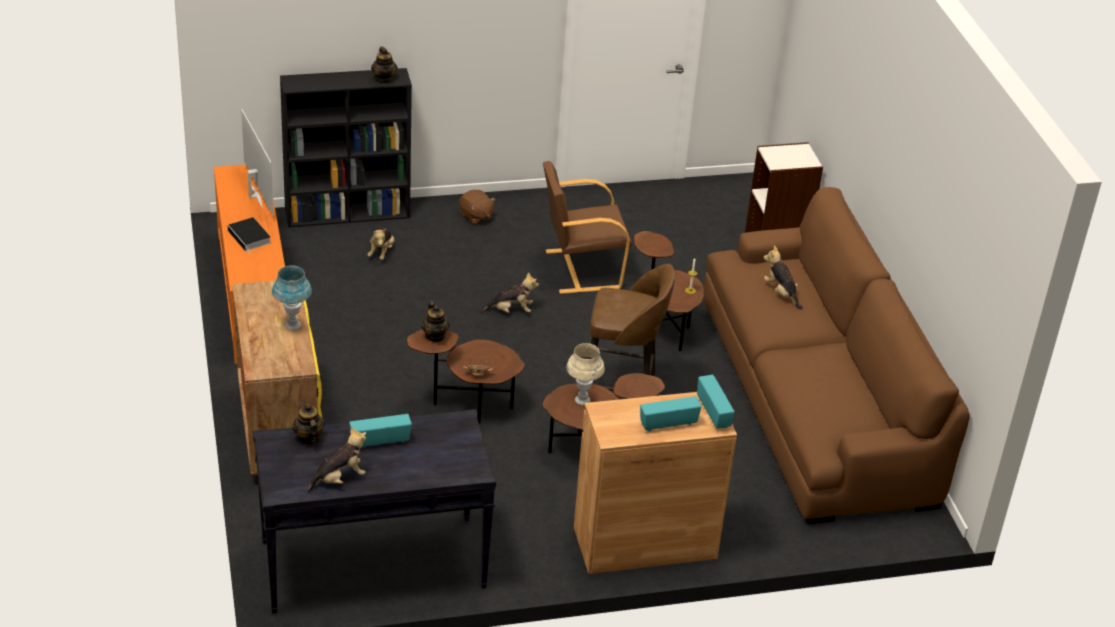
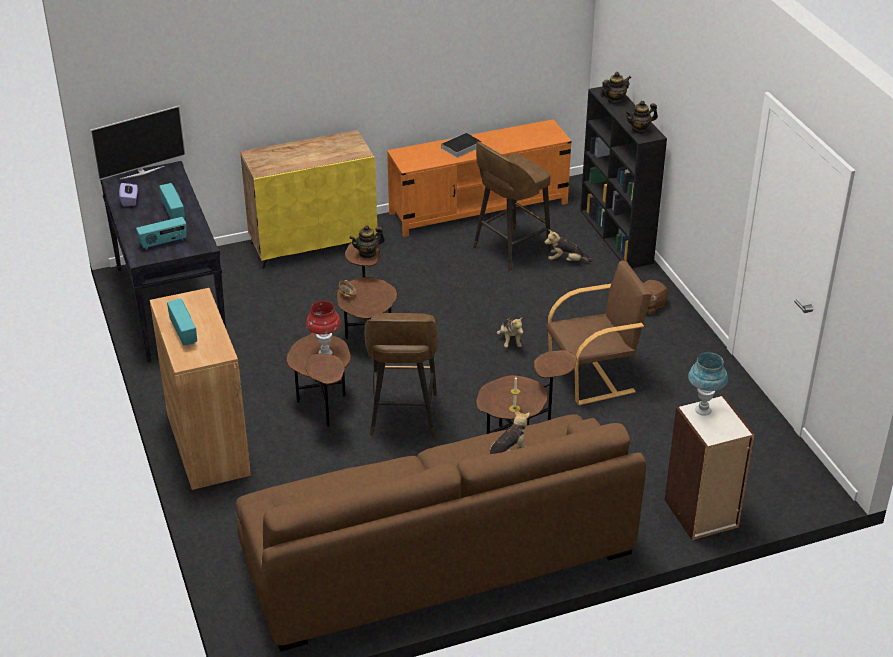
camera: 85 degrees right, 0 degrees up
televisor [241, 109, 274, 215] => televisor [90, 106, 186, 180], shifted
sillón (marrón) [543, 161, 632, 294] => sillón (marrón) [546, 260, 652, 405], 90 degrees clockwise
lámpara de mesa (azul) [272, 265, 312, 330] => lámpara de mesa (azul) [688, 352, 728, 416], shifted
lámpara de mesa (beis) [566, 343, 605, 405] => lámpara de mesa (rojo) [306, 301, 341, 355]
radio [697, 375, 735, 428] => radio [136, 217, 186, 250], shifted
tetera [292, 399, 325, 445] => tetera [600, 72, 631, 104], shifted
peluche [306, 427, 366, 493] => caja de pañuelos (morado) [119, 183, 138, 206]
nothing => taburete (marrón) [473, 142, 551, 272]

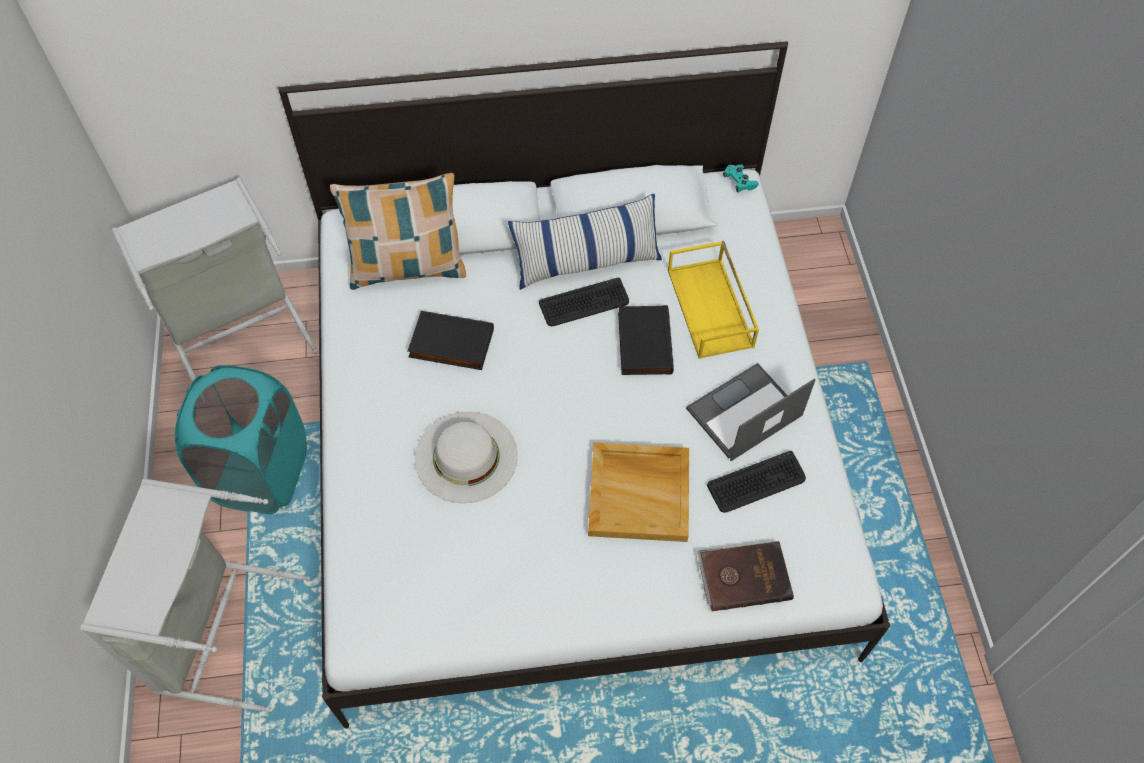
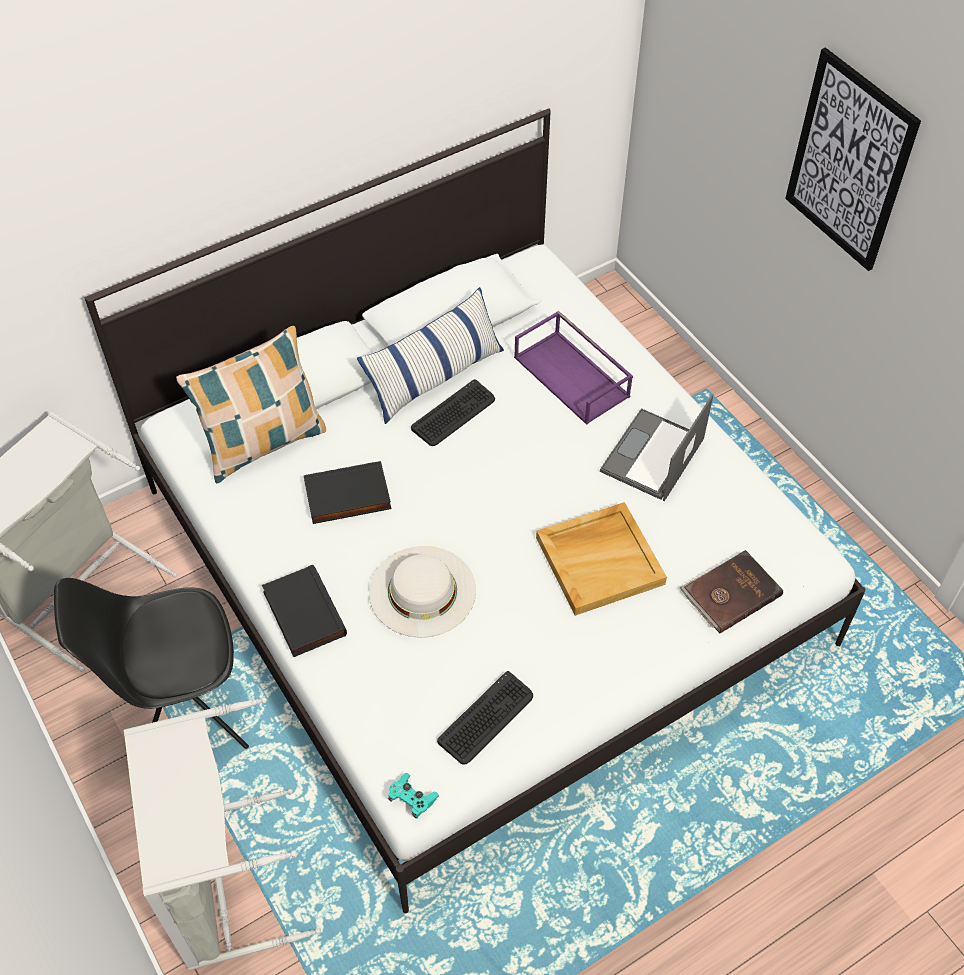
camera: 25 degrees left, 5 degrees down
mando de consola (turquesa) [723, 164, 759, 193] => mando de consola (turquesa) [388, 773, 439, 819], shifted
bandeja (amarillo) [668, 241, 759, 359] => bandeja (morado) [514, 311, 633, 425]
libro (negro) [618, 305, 674, 375] => libro (negro) [262, 565, 347, 657], shifted
cesto de la ropa (turquesa) [175, 365, 307, 514] => silla (negro) [54, 578, 249, 749]
teclado [707, 451, 806, 513] => teclado [437, 671, 533, 765], shifted
nothing => cuadro [785, 48, 921, 271]

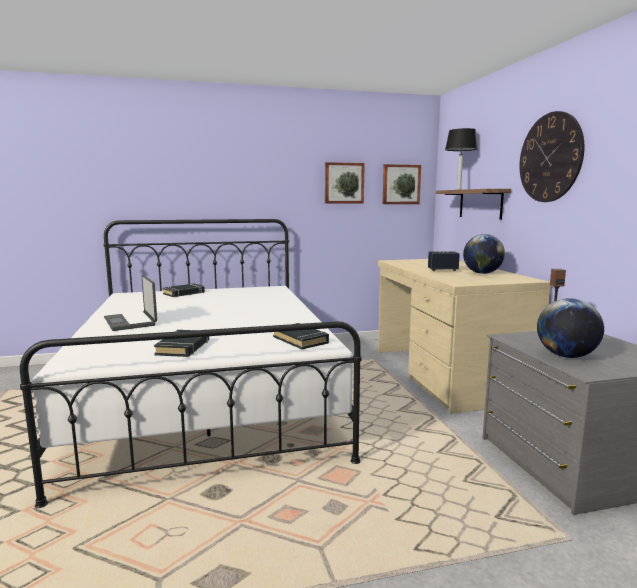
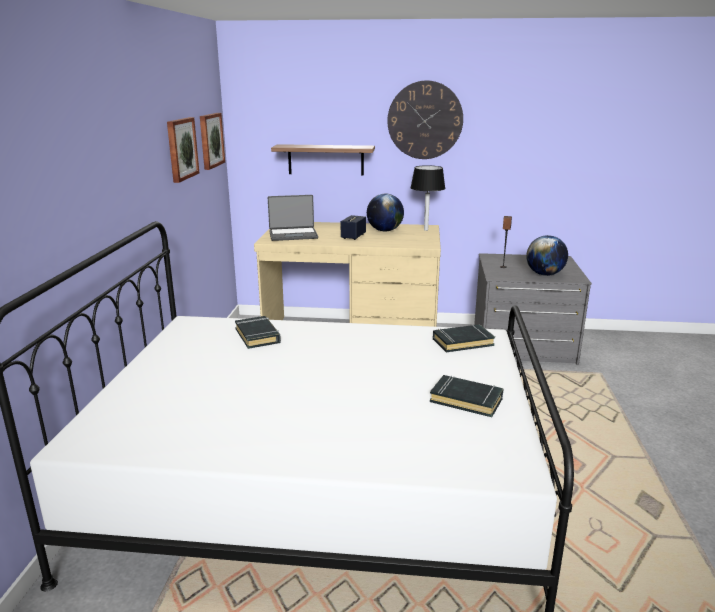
camera: 70 degrees left, 10 degrees up
lámpara de mesa (negro) [445, 128, 478, 190] => lámpara de mesa (negro) [410, 165, 445, 231], shifted
portátil [104, 275, 157, 331] => portátil [268, 195, 318, 241], shifted
libro (negro) [163, 284, 205, 297] => libro (negro) [235, 316, 281, 349], shifted

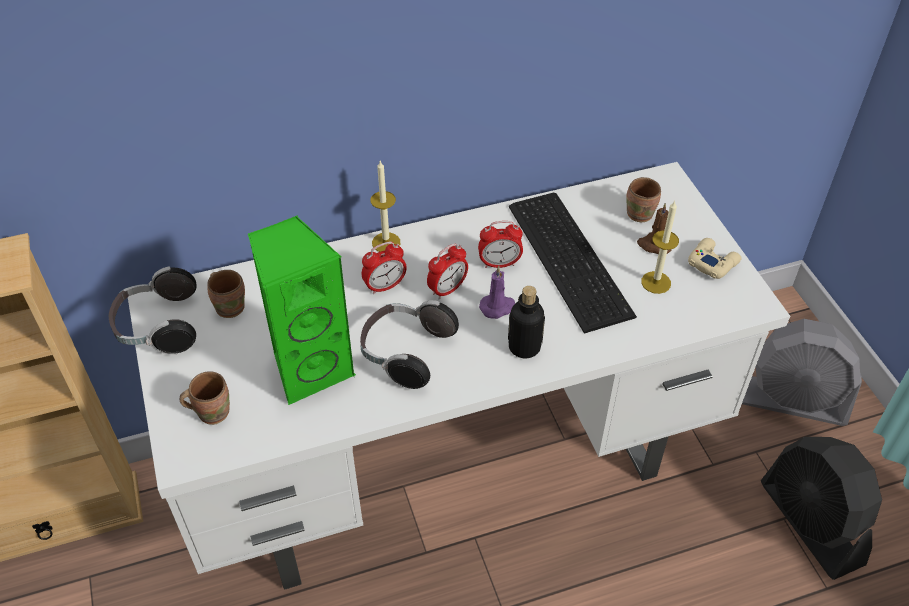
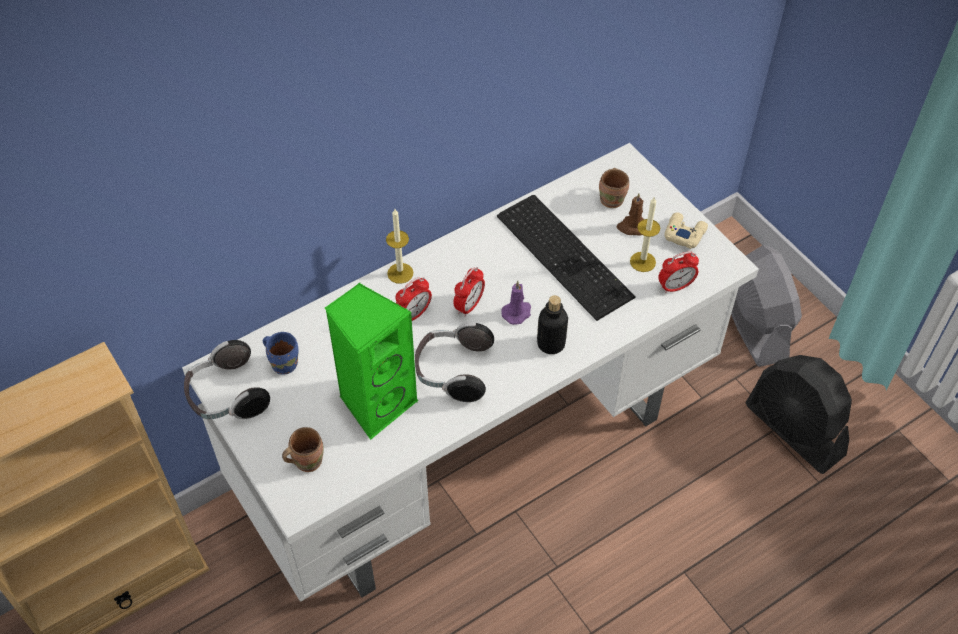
camera: 15 degrees left, 5 degrees up
despertador [478, 221, 523, 268] => despertador [658, 251, 699, 294], shifted
taza grande (marrón) [207, 270, 245, 318] => taza grande (azul) [263, 332, 298, 375]
ventilador (gris) [742, 319, 862, 426] => ventilador (gris) [731, 245, 802, 367], 105 degrees counterclockwise

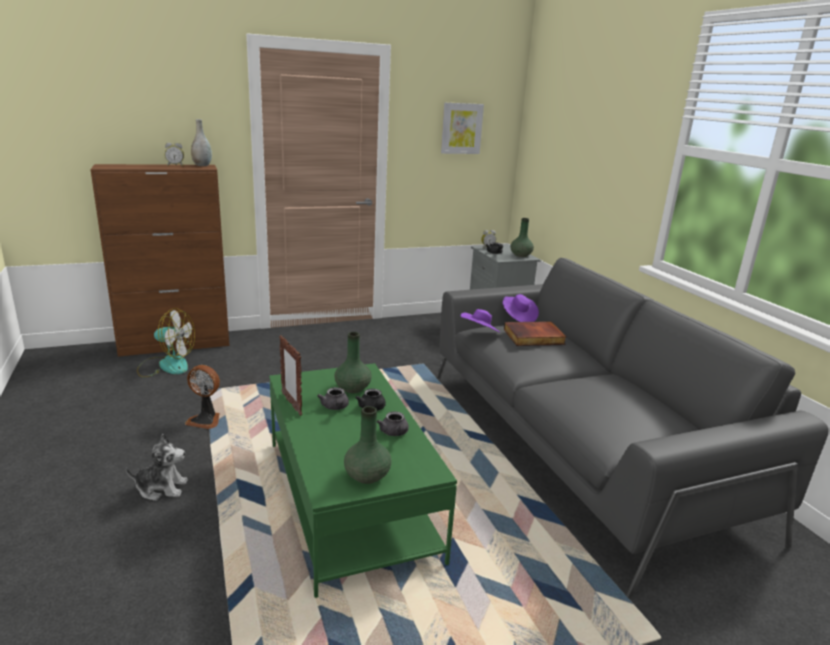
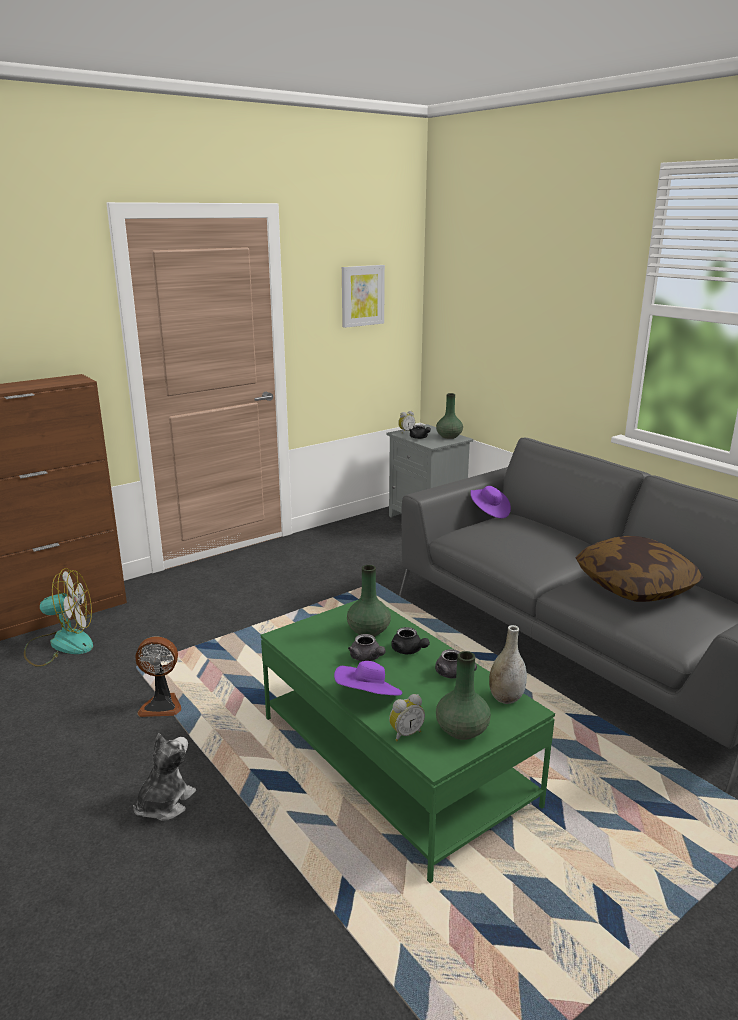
camera: 15 degrees left, 0 degrees up
florero (gris) [191, 119, 212, 166] => florero (gris) [489, 625, 527, 704], shifted
despertador [165, 143, 184, 166] => despertador [389, 694, 425, 741], shifted
sombrero (morado) [460, 309, 501, 333] => sombrero (morado) [334, 661, 402, 695], shifted
libro [504, 321, 566, 346] => nothing
portarretratos [279, 335, 302, 416] => nothing
peluche [126, 434, 188, 501] => peluche [133, 733, 196, 821], 45 degrees counterclockwise
nothing => cojín [576, 536, 703, 602]

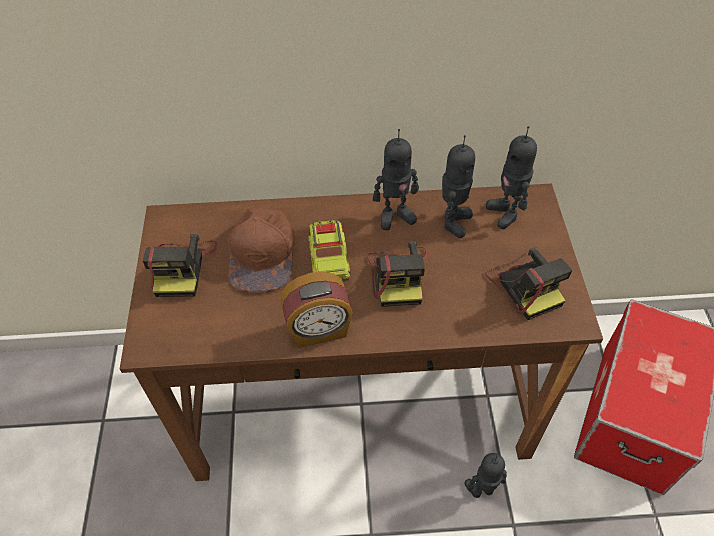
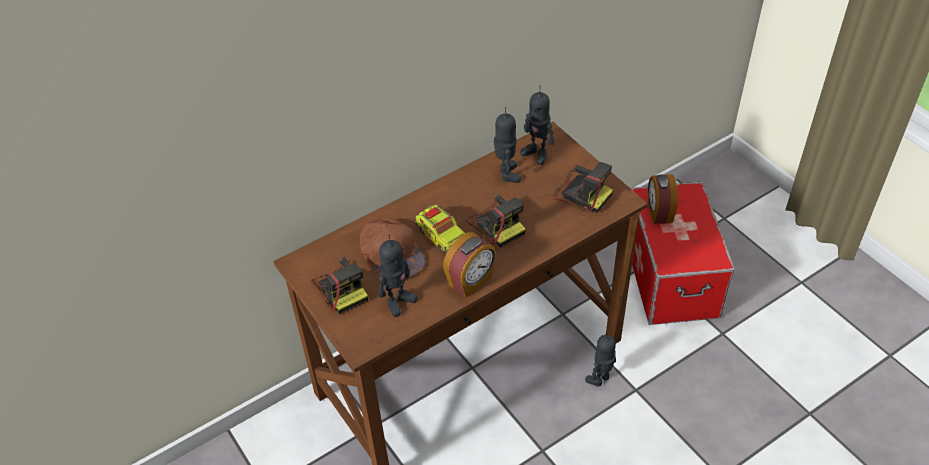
camera: 30 degrees left, 5 degrees down
robot de juguete [373, 129, 419, 230] => robot de juguete [379, 235, 418, 317], shifted
nothing => despertador [648, 174, 678, 224]

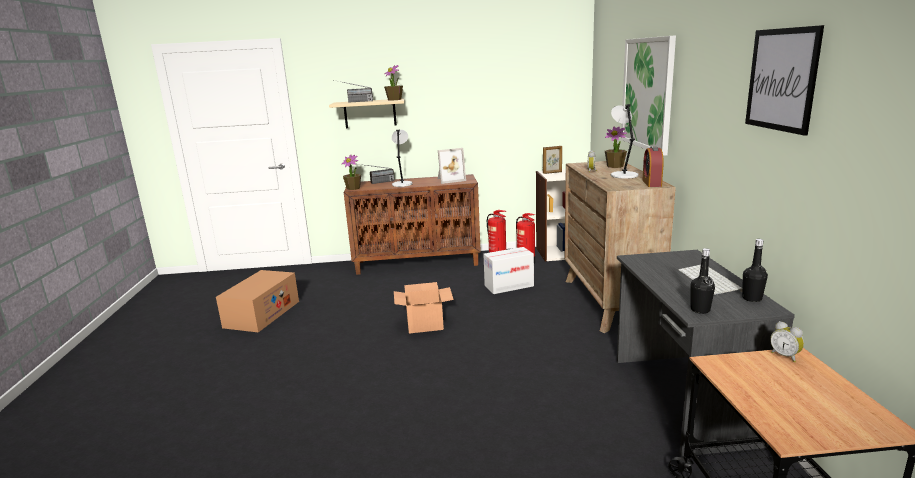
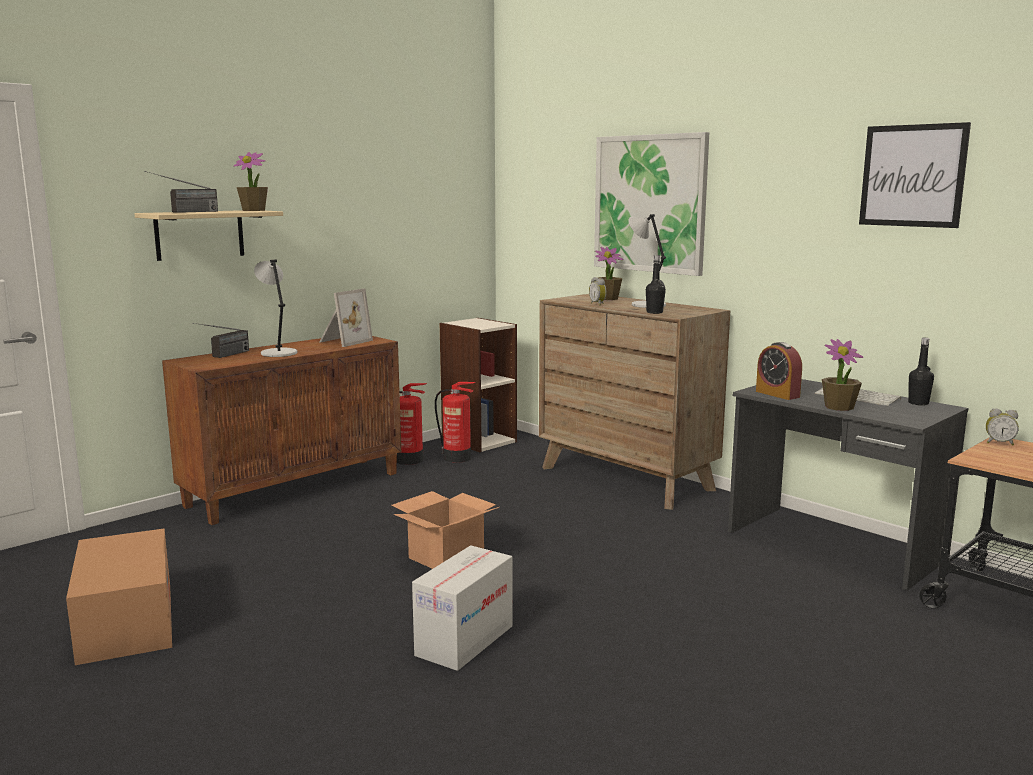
camera: 40 degrees left, 5 degrees down
portarretratos [543, 146, 562, 174] => nothing
despertador [642, 146, 664, 187] => despertador [756, 342, 802, 400], shifted
planta en maceta [342, 155, 361, 190] => planta en maceta [822, 339, 863, 411], shifted
caja de cartón [483, 247, 534, 294] => caja de cartón [412, 545, 513, 671], shifted
botella (negro) [690, 248, 715, 314] => botella (negro) [646, 255, 666, 314], shifted

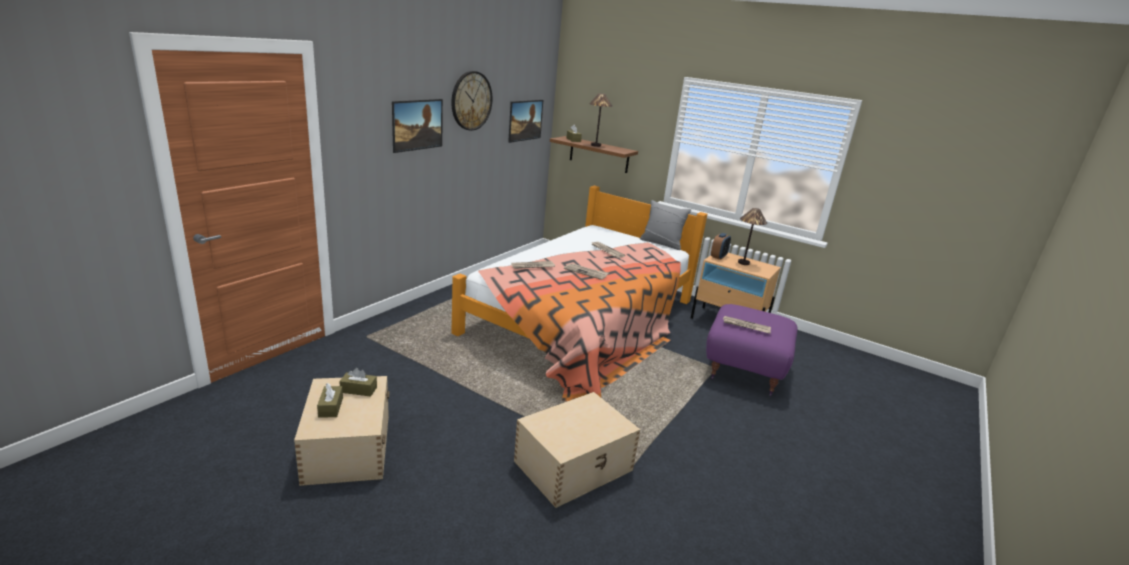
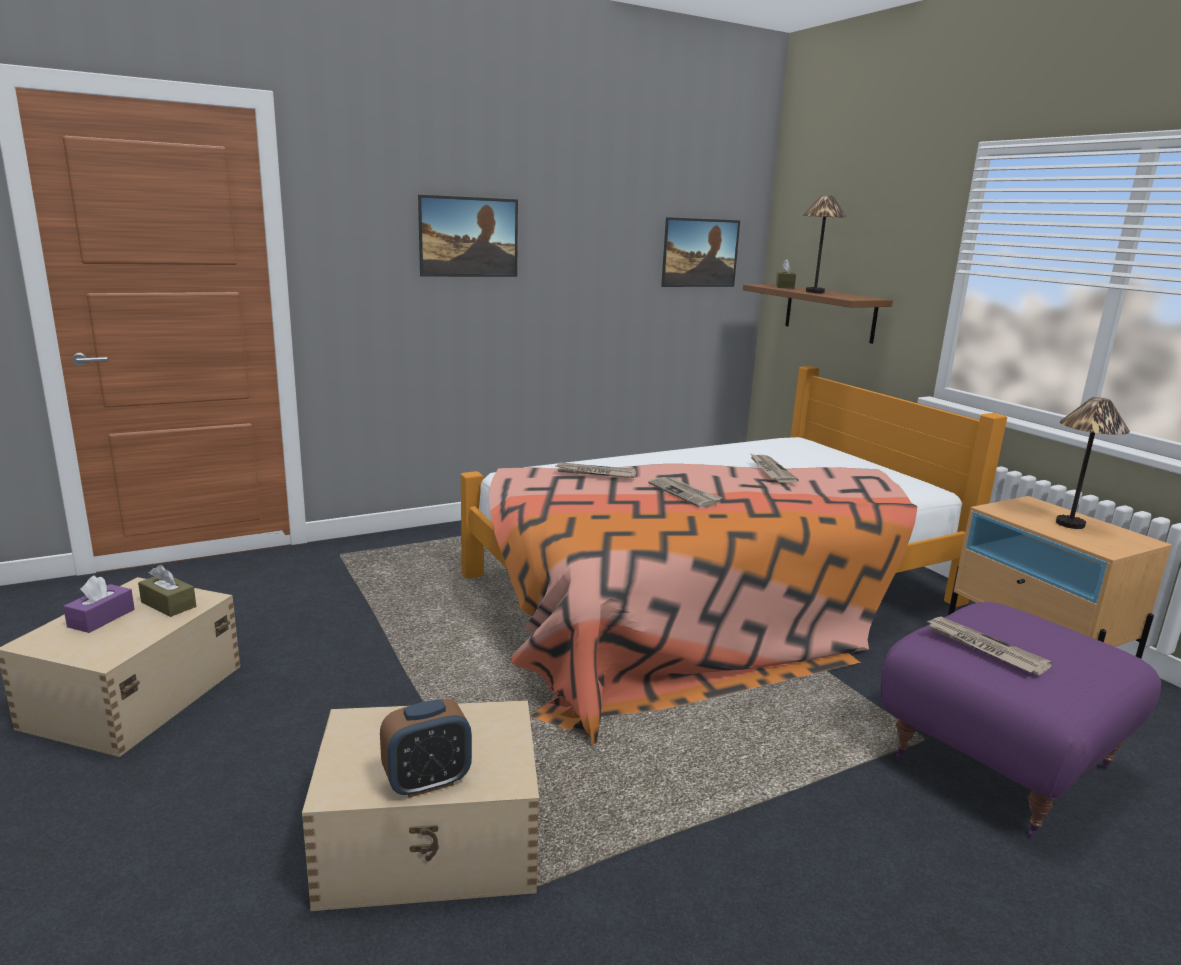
camera: 30 degrees right, 5 degrees down
reloj de pared [451, 71, 492, 131] => nothing
cojín (gris) [640, 200, 691, 250] => nothing
despertador [711, 233, 731, 260] => despertador [380, 699, 472, 798], shifted
caja de pañuelos (marrón) [317, 383, 343, 418] => caja de pañuelos (morado) [63, 575, 135, 633]

